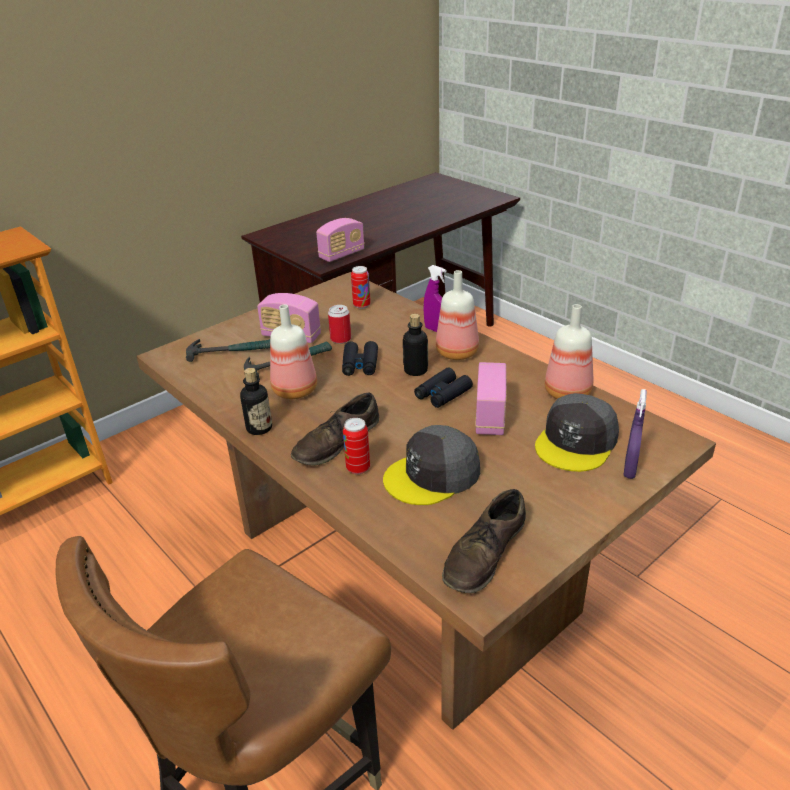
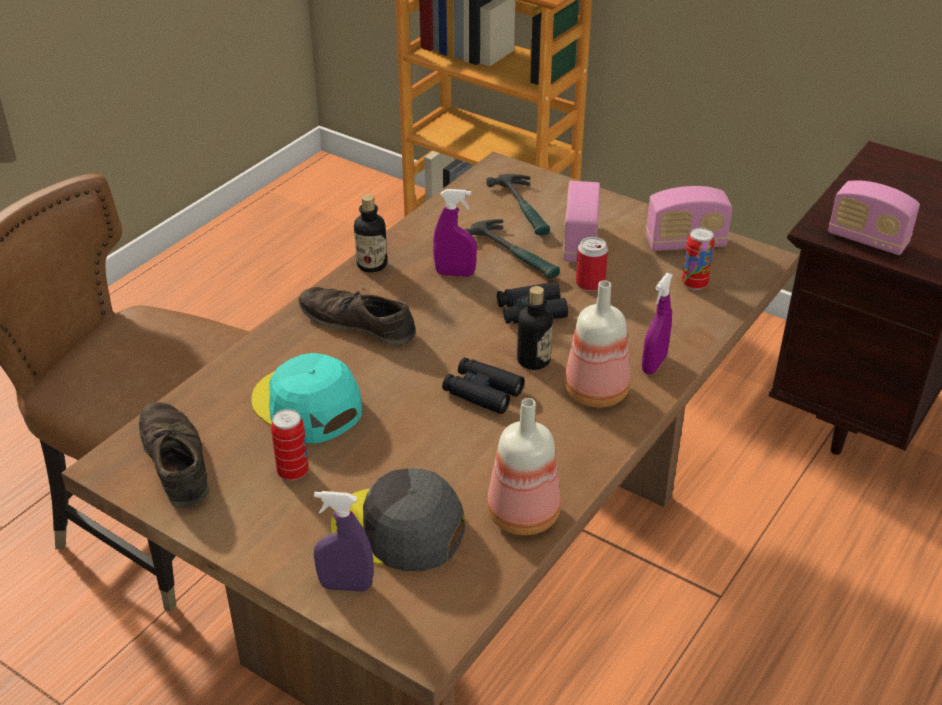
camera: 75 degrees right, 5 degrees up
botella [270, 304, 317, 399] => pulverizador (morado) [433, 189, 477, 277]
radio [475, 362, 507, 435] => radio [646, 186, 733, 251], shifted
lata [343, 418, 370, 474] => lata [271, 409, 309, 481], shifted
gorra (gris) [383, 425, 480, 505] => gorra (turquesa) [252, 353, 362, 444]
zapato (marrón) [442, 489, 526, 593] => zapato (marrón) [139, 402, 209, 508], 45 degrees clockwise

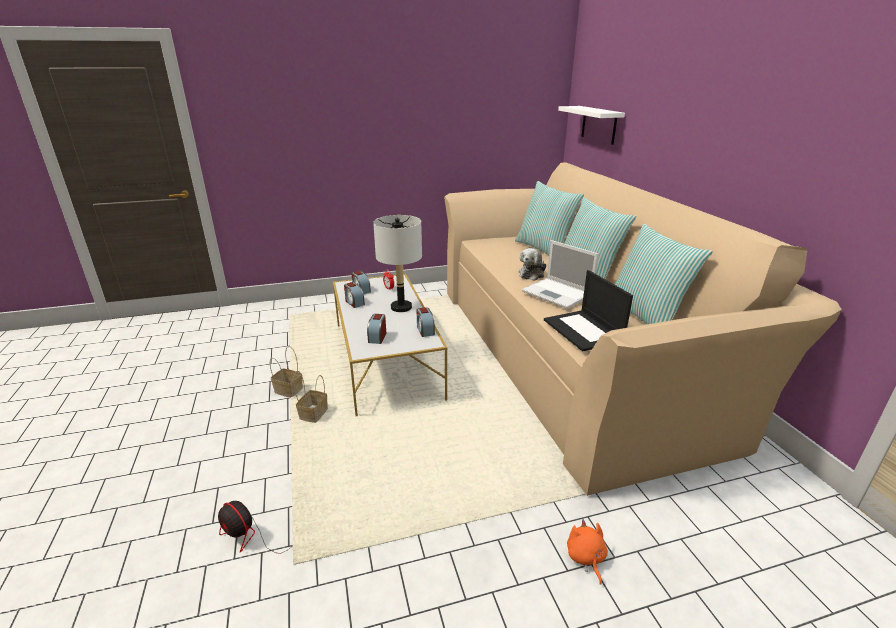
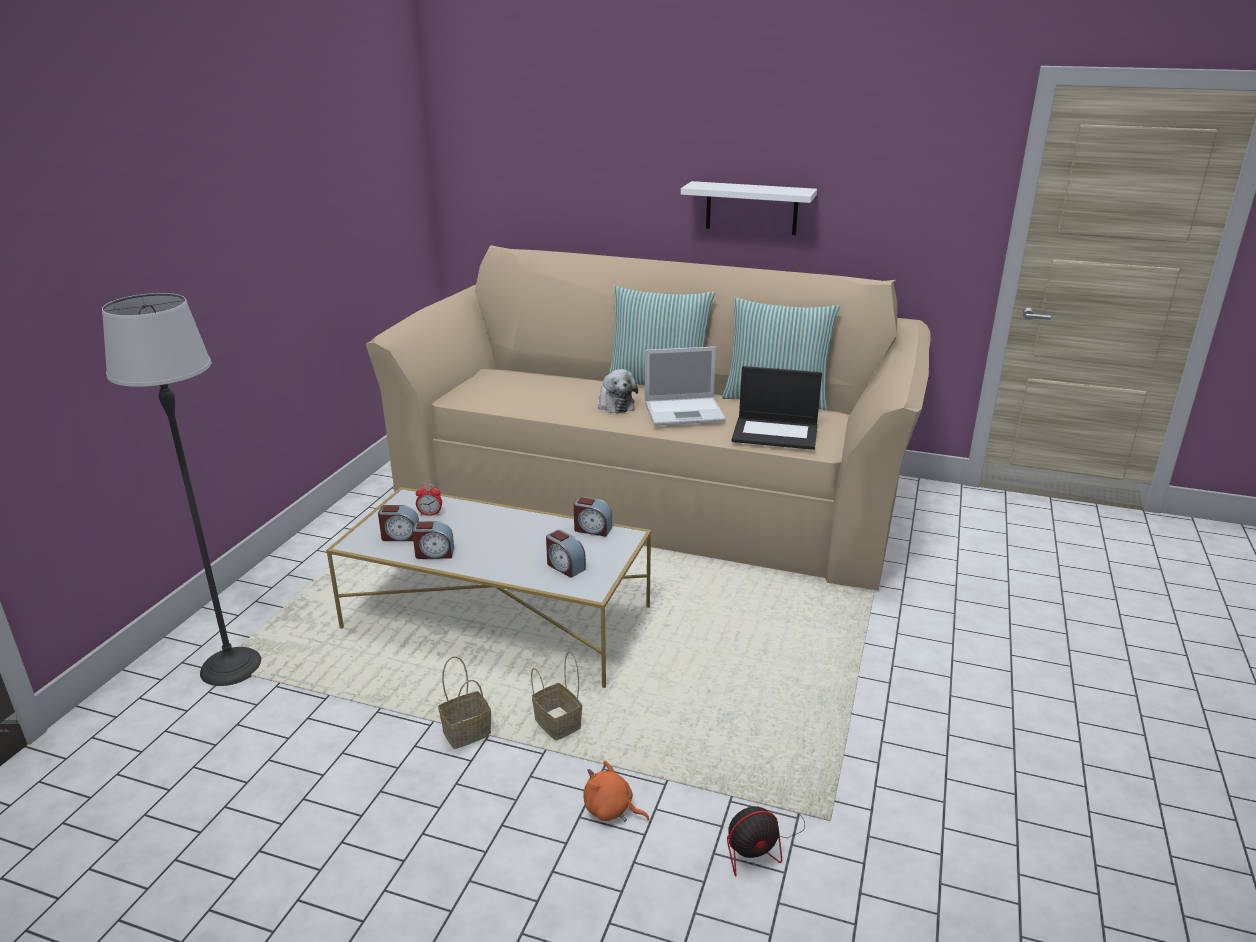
camera: 55 degrees left, 0 degrees up
estante (blanco) [558, 106, 625, 145] => estante (blanco) [681, 181, 817, 235], shifted
cojín [515, 181, 584, 255] => nothing
lámpara de mesa (gris) [373, 215, 422, 312] => nothing
peluche (naranja) [567, 519, 608, 585] => peluche (naranja) [583, 760, 649, 822], shifted
nothing => lámpara de pie [102, 293, 261, 686]

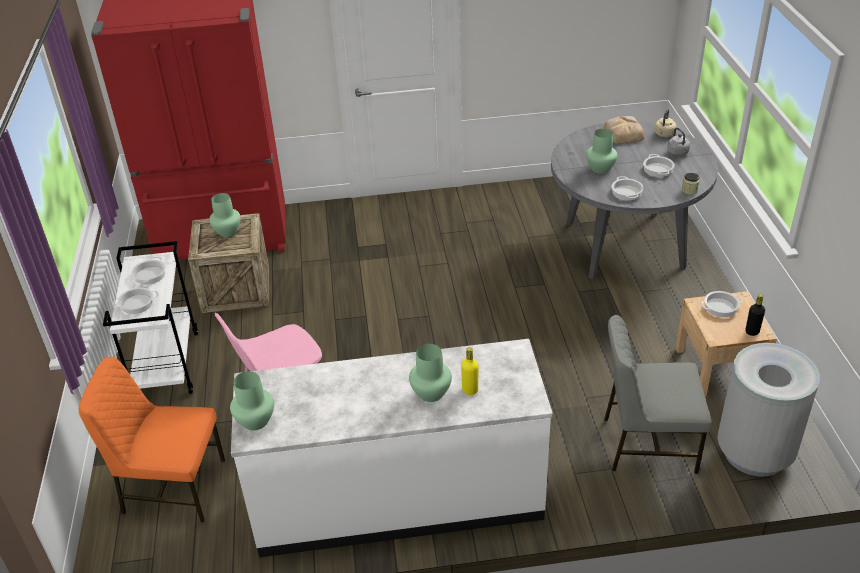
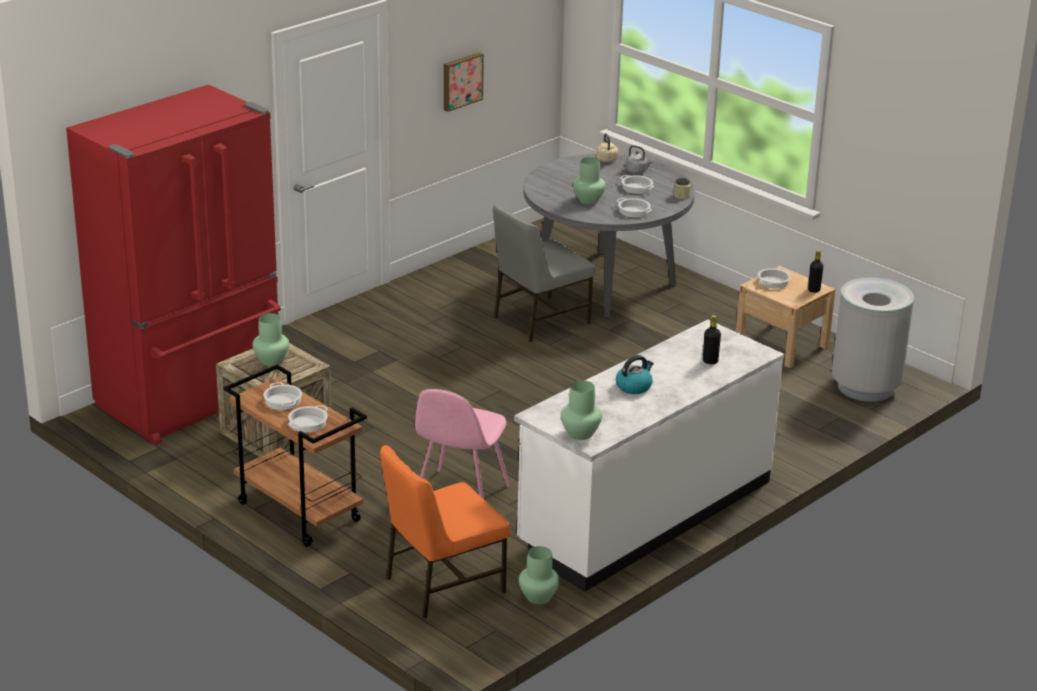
camera: 40 degrees left, 10 degrees down
pan [603, 116, 645, 144] => nothing
carrito (blanco) [103, 241, 198, 394] => carrito (marrón) [224, 365, 367, 547]
silla (gris) [604, 315, 712, 474] => silla (gris) [493, 204, 596, 342], shifted
florero (verde) [409, 344, 452, 402] => florero (verde) [519, 546, 560, 604], shifted
botella (amarillo) [461, 347, 478, 395] => botella (negro) [703, 315, 721, 364]
nothing => cuadro [444, 52, 484, 112]
nothing => hervidor [616, 355, 654, 394]

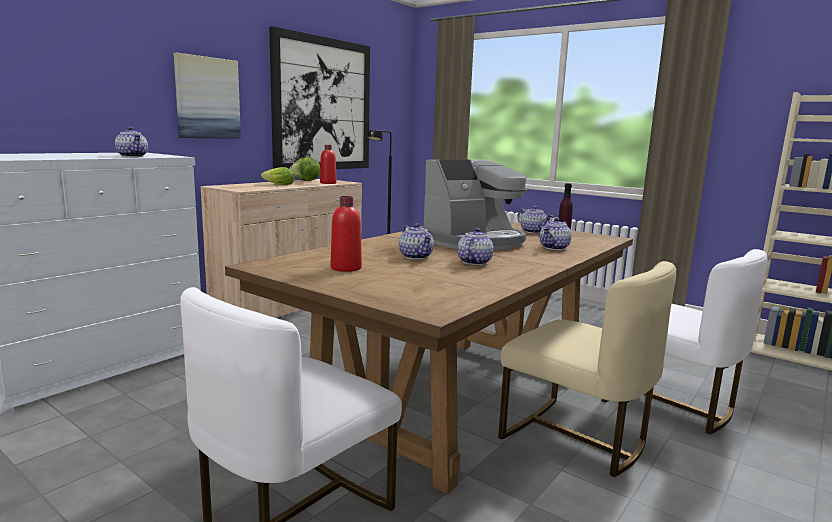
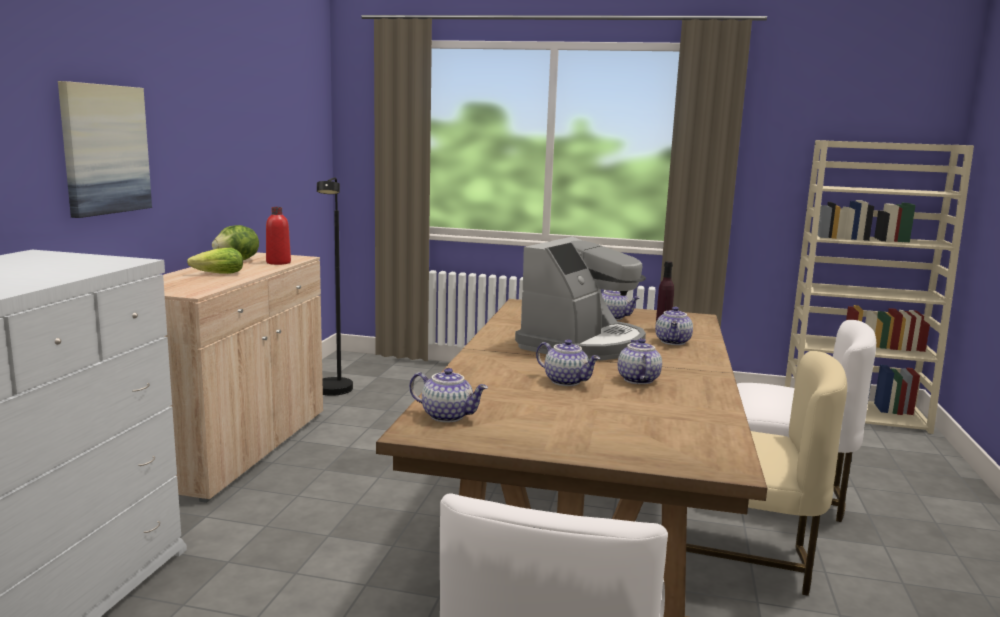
camera: 25 degrees left, 0 degrees up
cuadro [269, 26, 370, 169] => nothing
tetera [115, 127, 148, 157] => tetera [409, 368, 488, 422], shifted
botella (rojo) [331, 196, 362, 272] => nothing

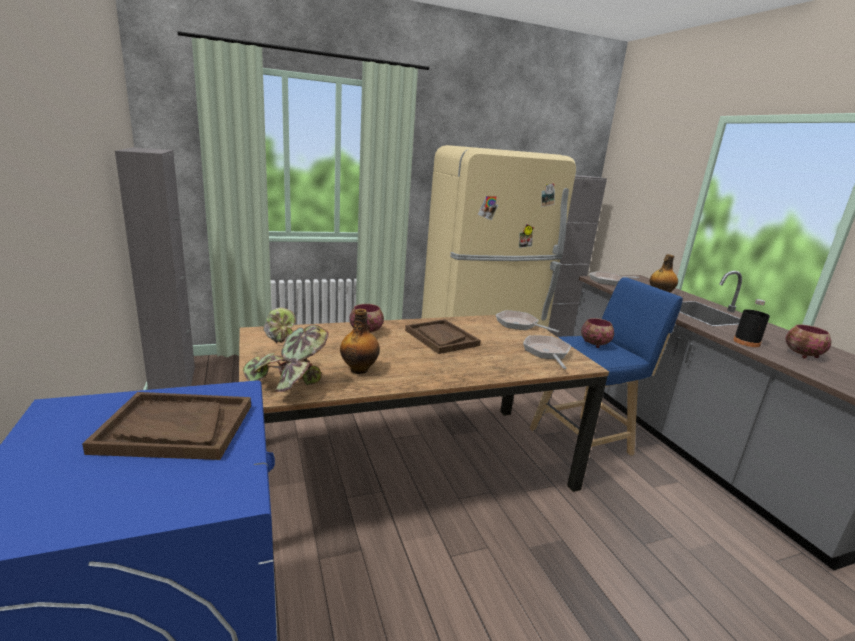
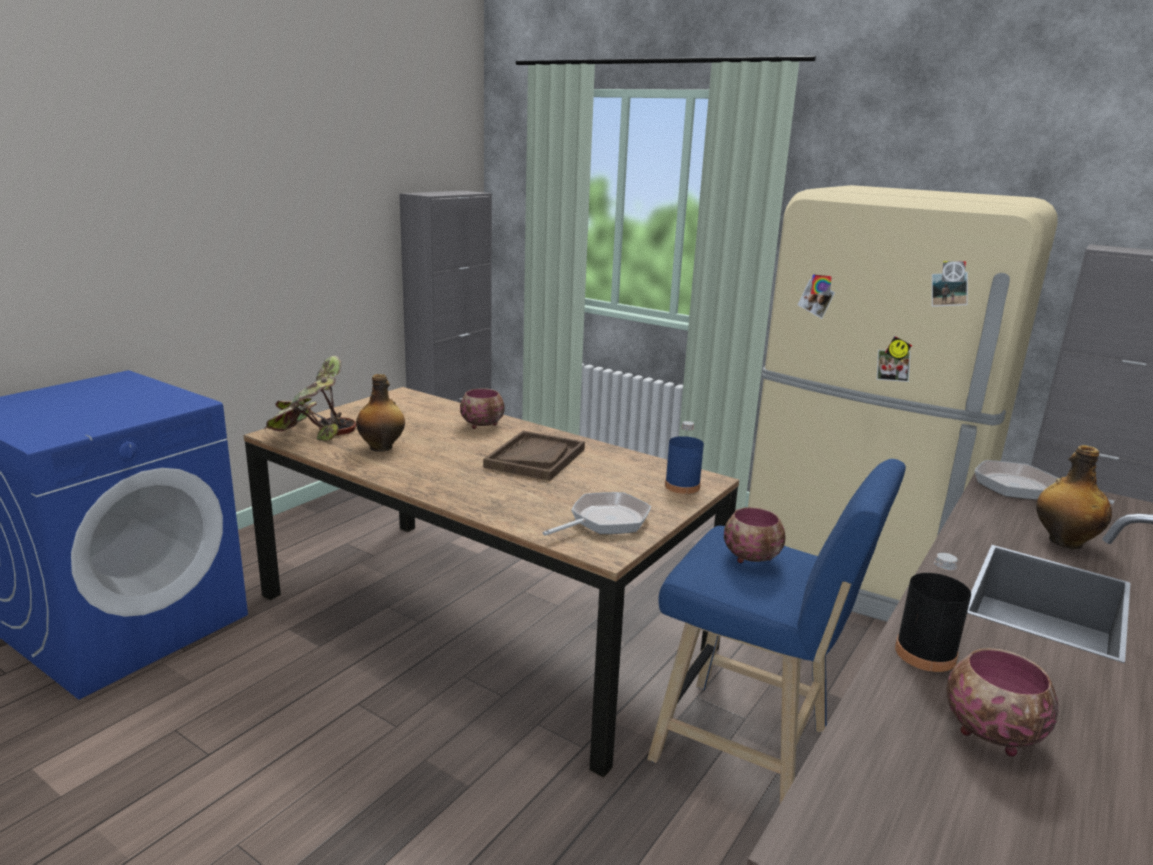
camera: 55 degrees right, 0 degrees up
sartén [496, 310, 559, 333] => botella (azul) [665, 421, 704, 494]
bandeja (marrón) [82, 392, 251, 460] => nothing

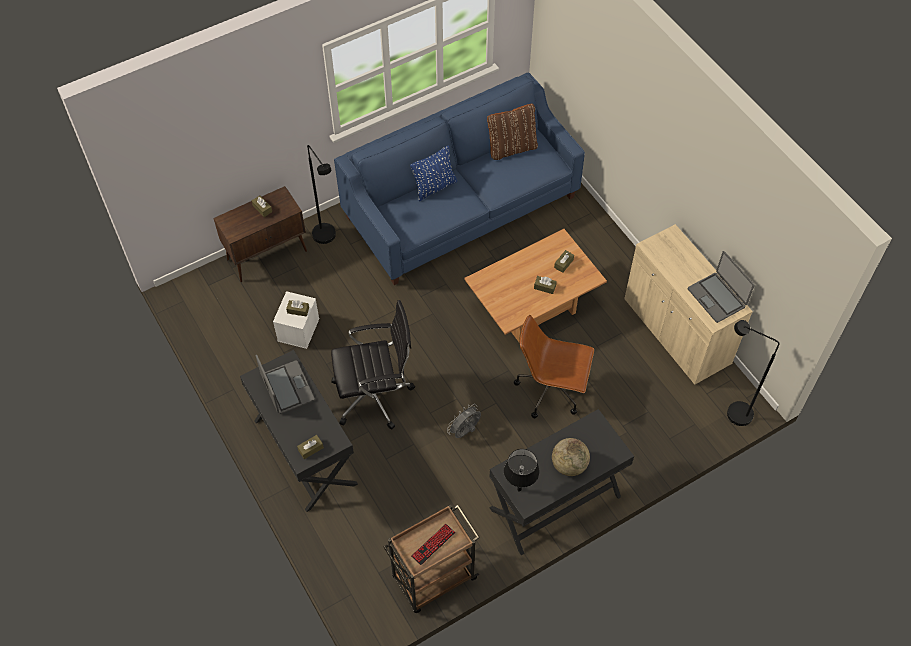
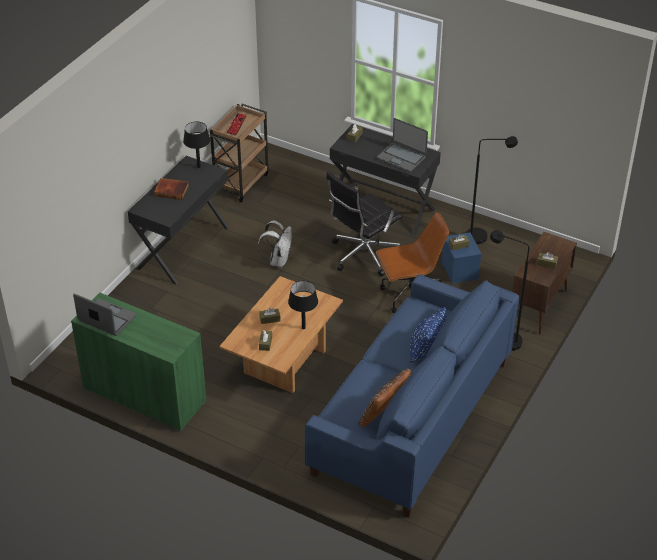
camera: 150 degrees right, 15 degrees down
armario (beis) [624, 224, 753, 385] => armario (verde) [71, 293, 206, 432]
caja de almacenaje (blanco) [273, 291, 319, 349] => caja de almacenaje (azul) [442, 232, 481, 284]
silla de oficina (marrón) [514, 315, 594, 418] => silla de oficina (marrón) [376, 212, 449, 313], shifted
lámpara de pie (negro) [727, 320, 779, 426] => lámpara de pie (negro) [466, 136, 518, 244], shifted
ventilador (gris) [447, 404, 481, 438] => mochila (blanco) [258, 220, 292, 268]
globo terráqueo [552, 438, 590, 476] => libro [154, 178, 189, 200]
nothing => lámpara de mesa (negro) [288, 281, 318, 329]

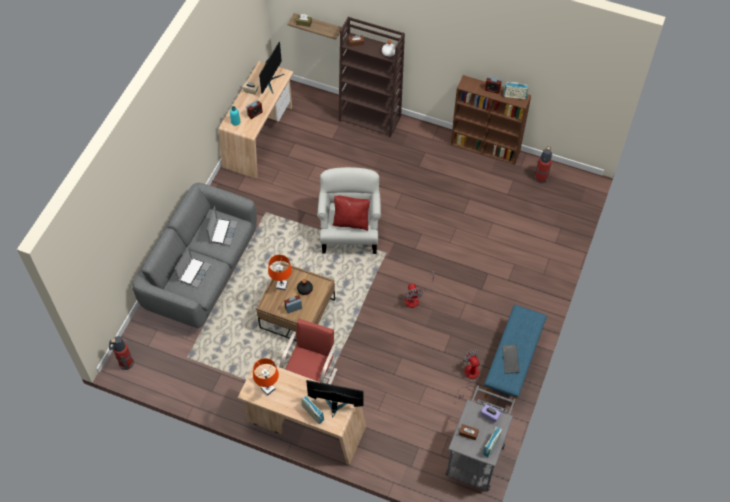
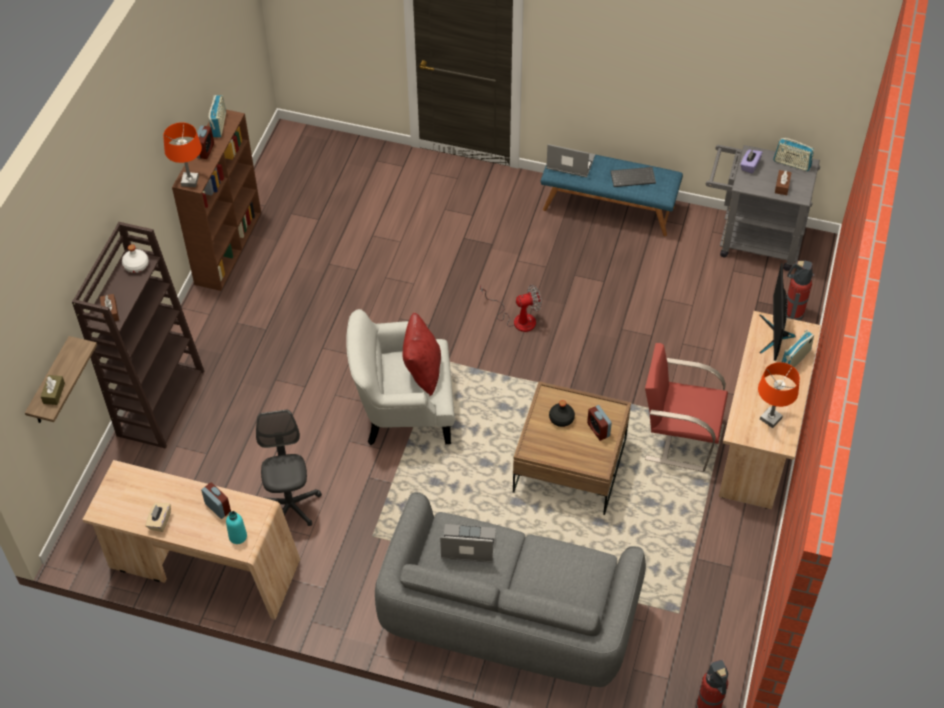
camera: 95 degrees left, 5 degrees down
monitor [259, 42, 285, 94] => nothing
extintor [535, 146, 553, 184] => extintor [787, 261, 815, 321], shifted
portátil [175, 246, 211, 288] => portátil [546, 144, 595, 177], shifted
lámpara de mesa (naranja) [268, 255, 292, 290] => lámpara de mesa (naranja) [163, 122, 202, 187], shifted
ventilador [458, 349, 480, 399] => nothing
nothing => silla de oficina (gris) [256, 410, 322, 526]

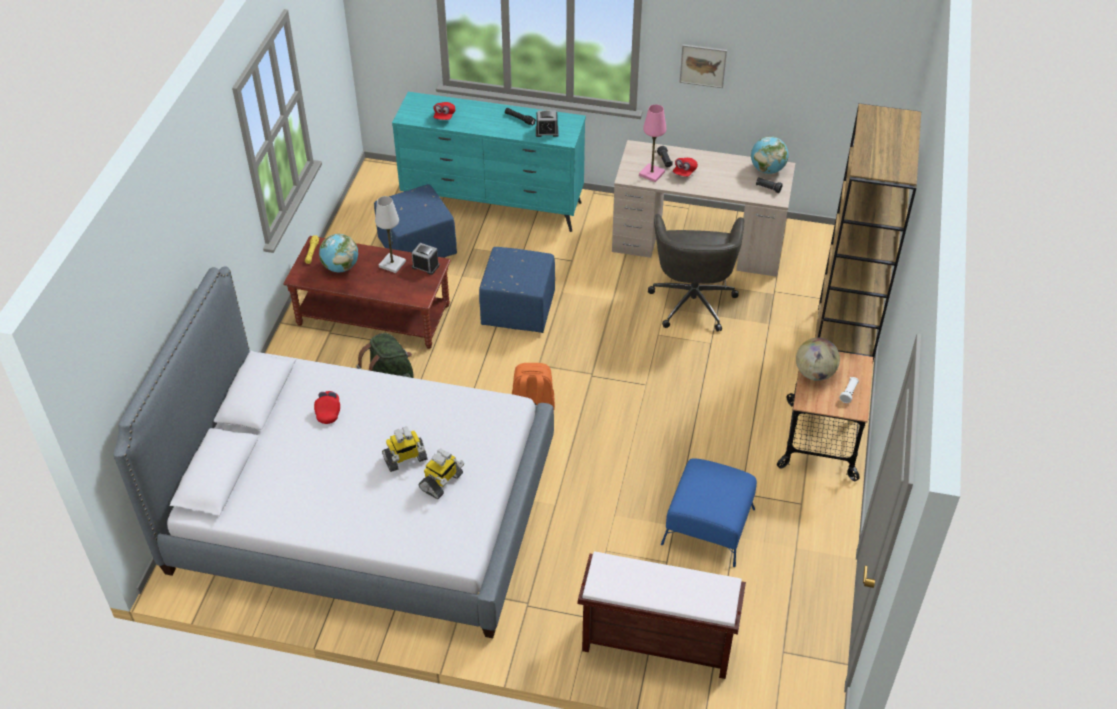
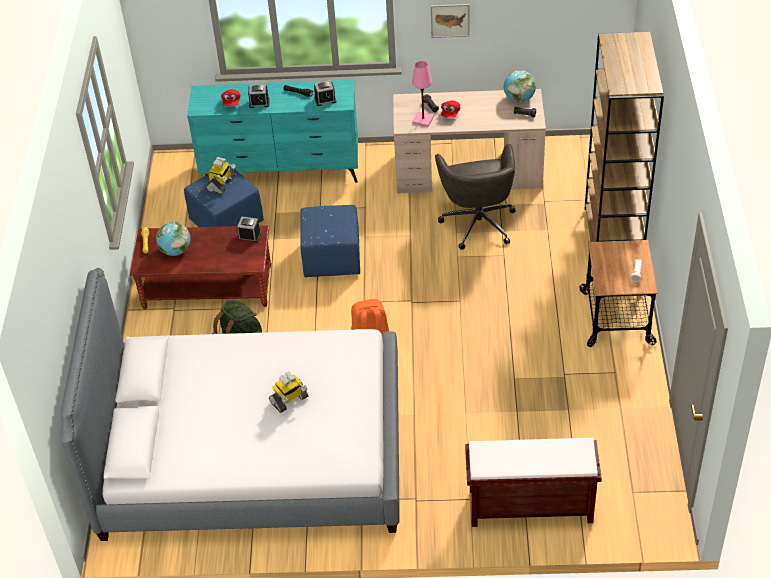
camera: 10 degrees left, 0 degrees up
lámpara de mesa (blanco) [375, 196, 406, 273] => nothing
globo terráqueo [796, 338, 840, 381] => nothing
gorra (rojo) [314, 391, 340, 424] => nothing
robot de juguete [419, 448, 464, 499] => robot de juguete [206, 157, 236, 195], shifted
puf (azul) [661, 458, 757, 567] => nothing
nothing => despertador [248, 84, 270, 108]

